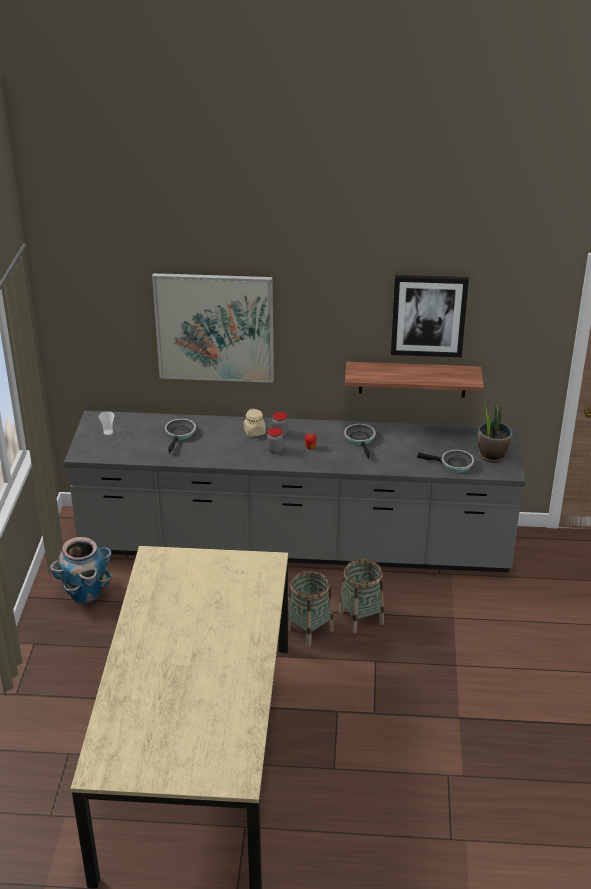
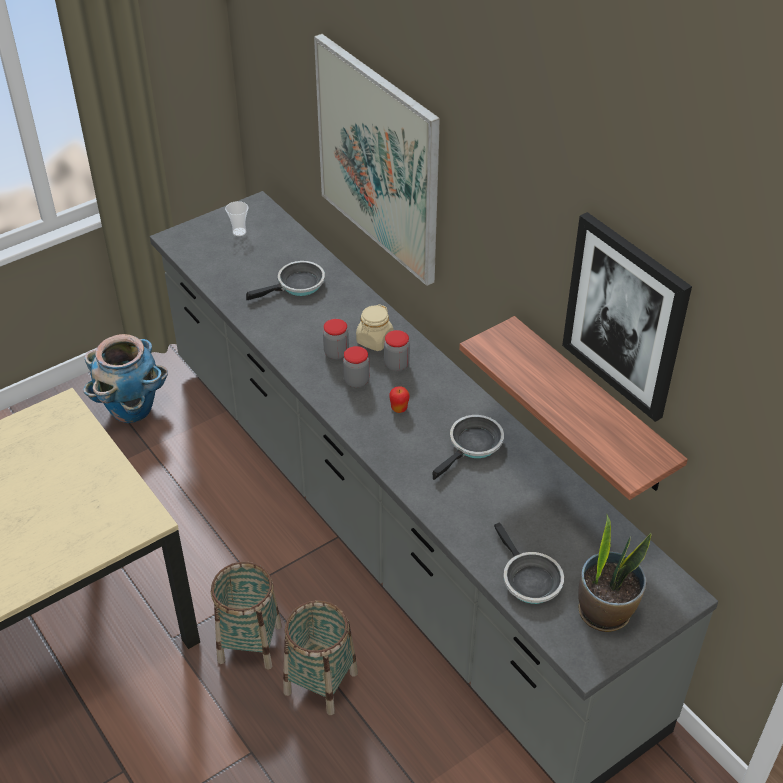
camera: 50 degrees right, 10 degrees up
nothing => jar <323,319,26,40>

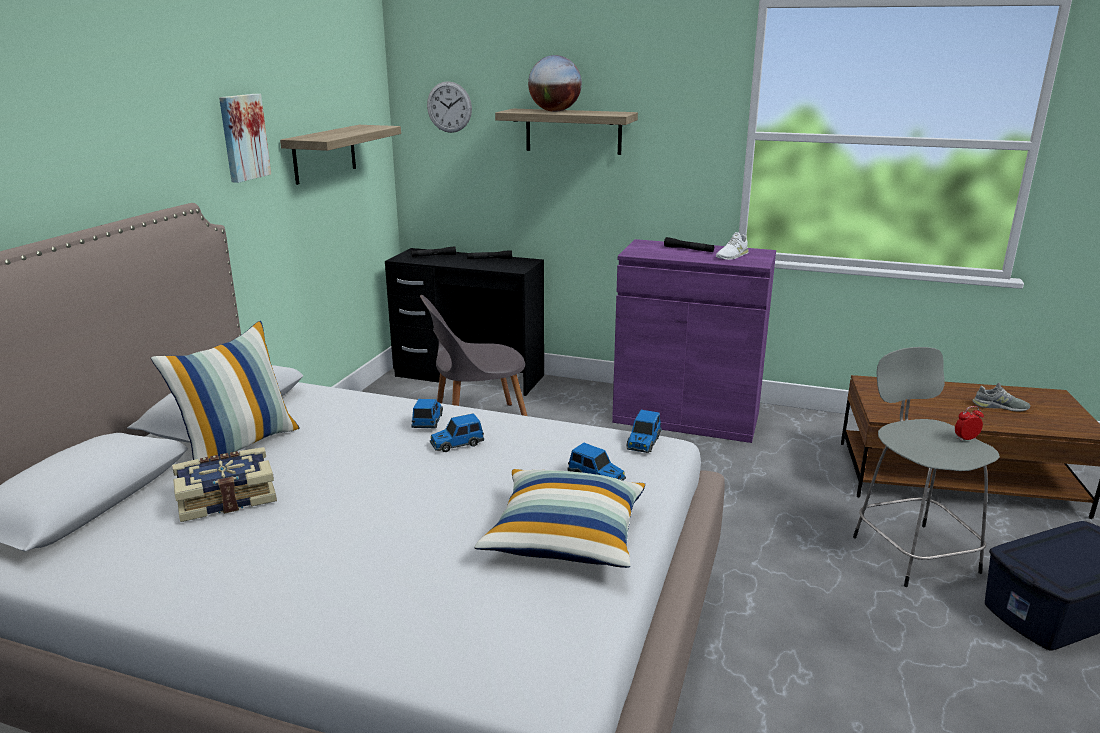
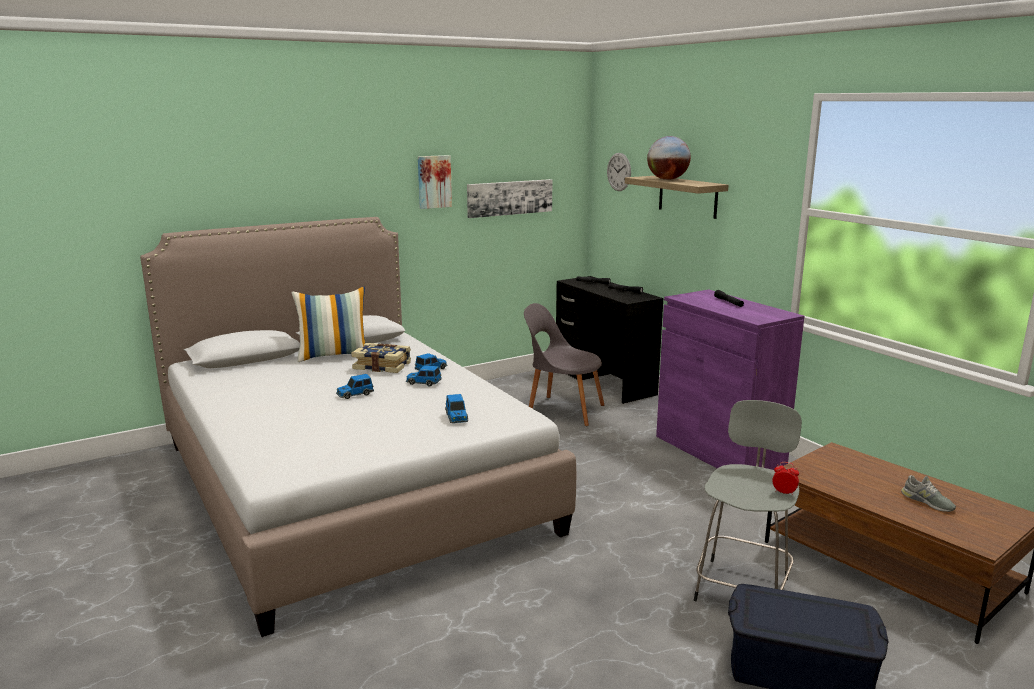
camera: 40 degrees right, 5 degrees down
toy car <626,410,36,43> => toy car <336,374,38,25>, relocated
book <172,447,105,75> => book <351,343,60,30>, relocated
shelf <280,125,121,60> => picture <467,179,85,39>
pillow <474,469,171,99> => nothing
white shoe <716,232,33,28> => nothing

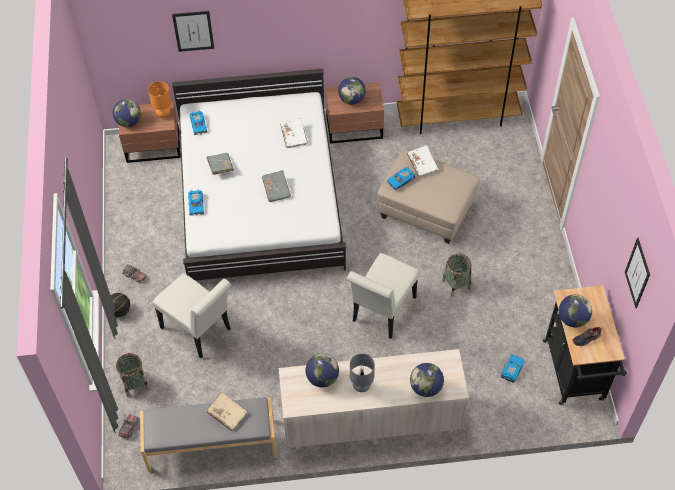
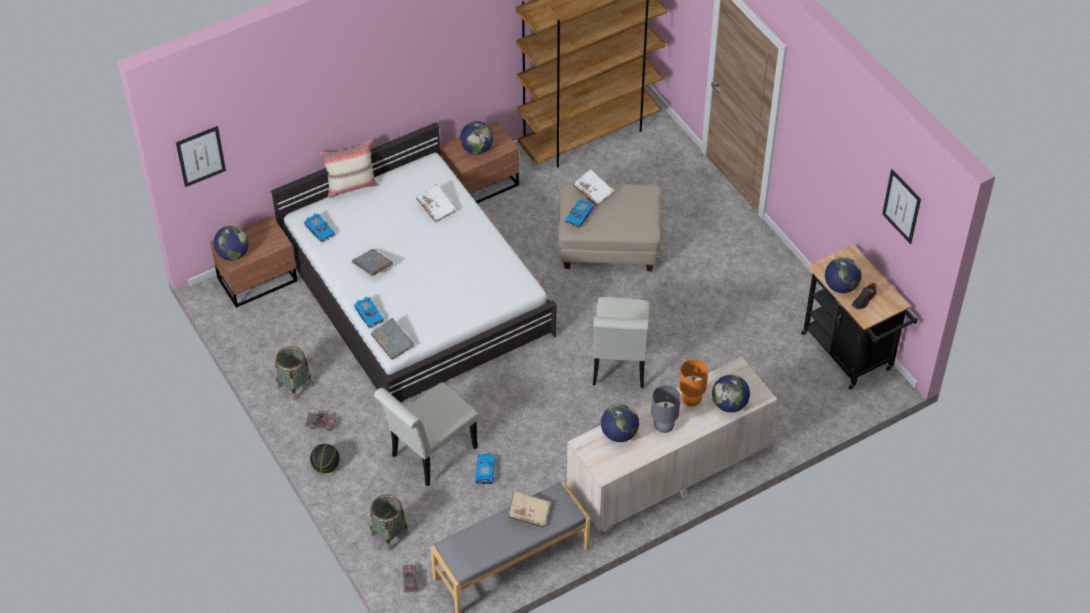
camera: 25 degrees left, 5 degrees down
picture <172,11,42,41> => picture <176,126,50,61>, relocated
basket <442,254,30,43> => basket <275,346,38,54>, relocated
nothing => beige pillow <320,140,59,58>
grey book <262,170,29,32> => grey book <371,318,43,42>, relocated
white chair <152,273,79,85> => white chair <374,382,105,105>, 120 degrees clockwise
toy car <501,355,24,28> => toy car <475,454,20,30>, relocated
orange table lamp <148,81,23,37> => orange table lamp <679,359,29,47>, relocated

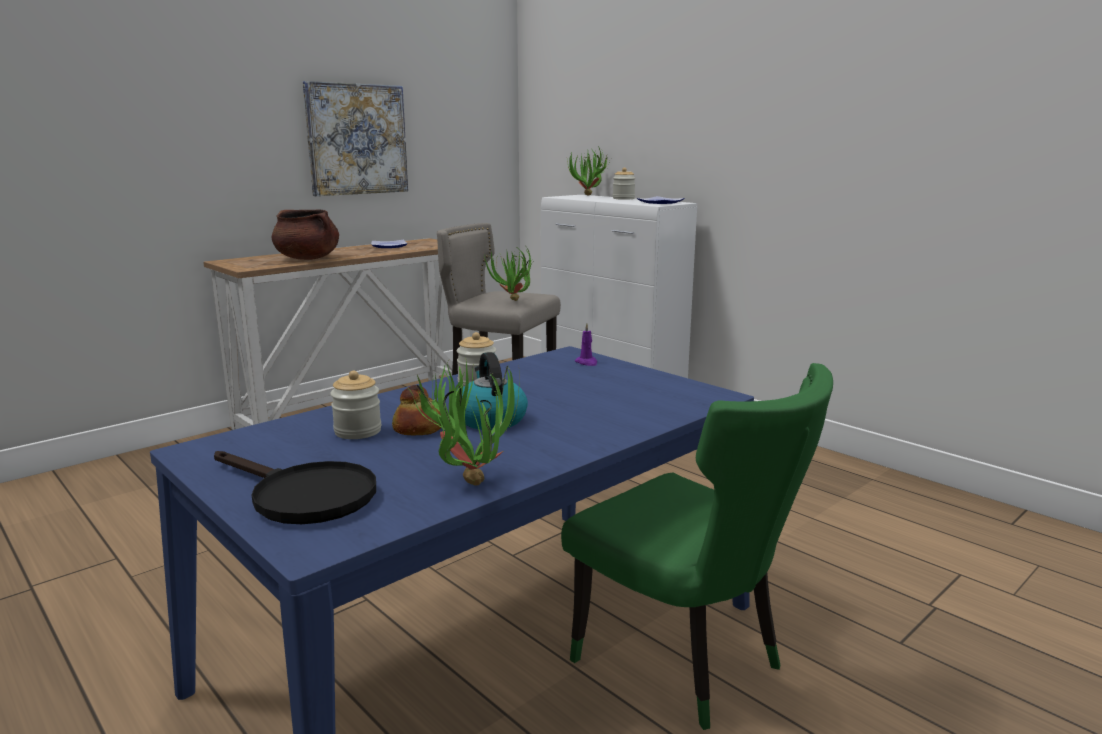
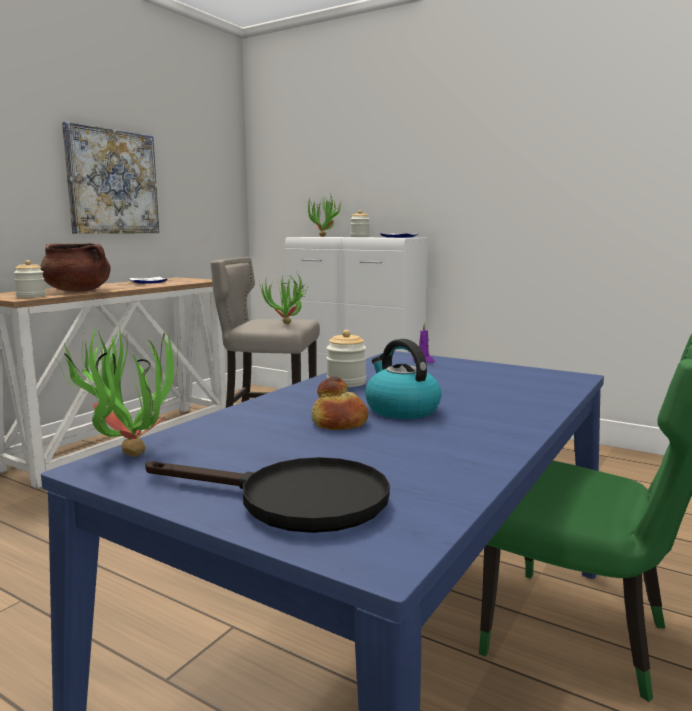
camera: 15 degrees left, 5 degrees down
jar <330,371,52,68> => jar <14,260,32,38>, relocated
potted plant <408,358,112,127> => potted plant <53,324,125,133>, relocated

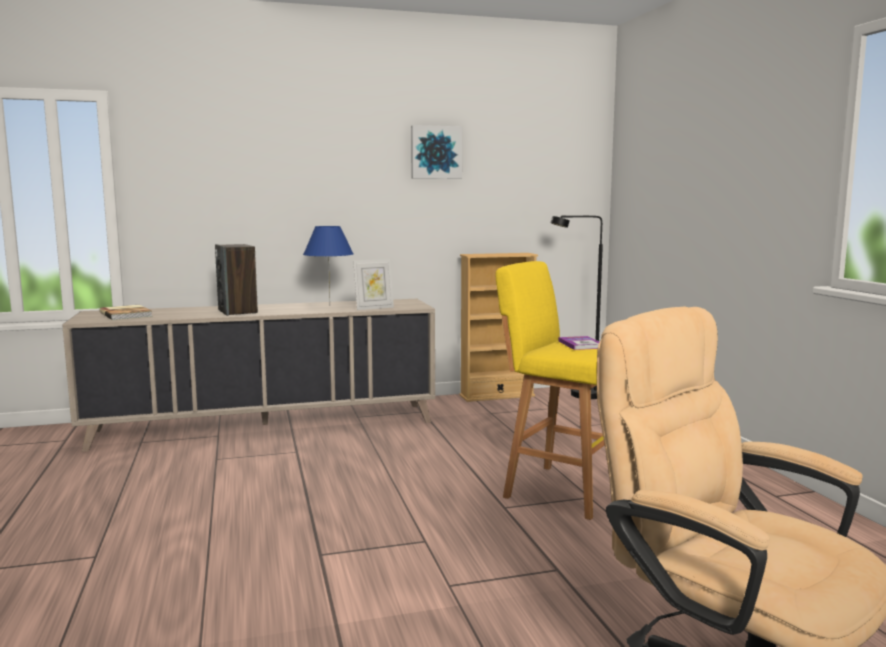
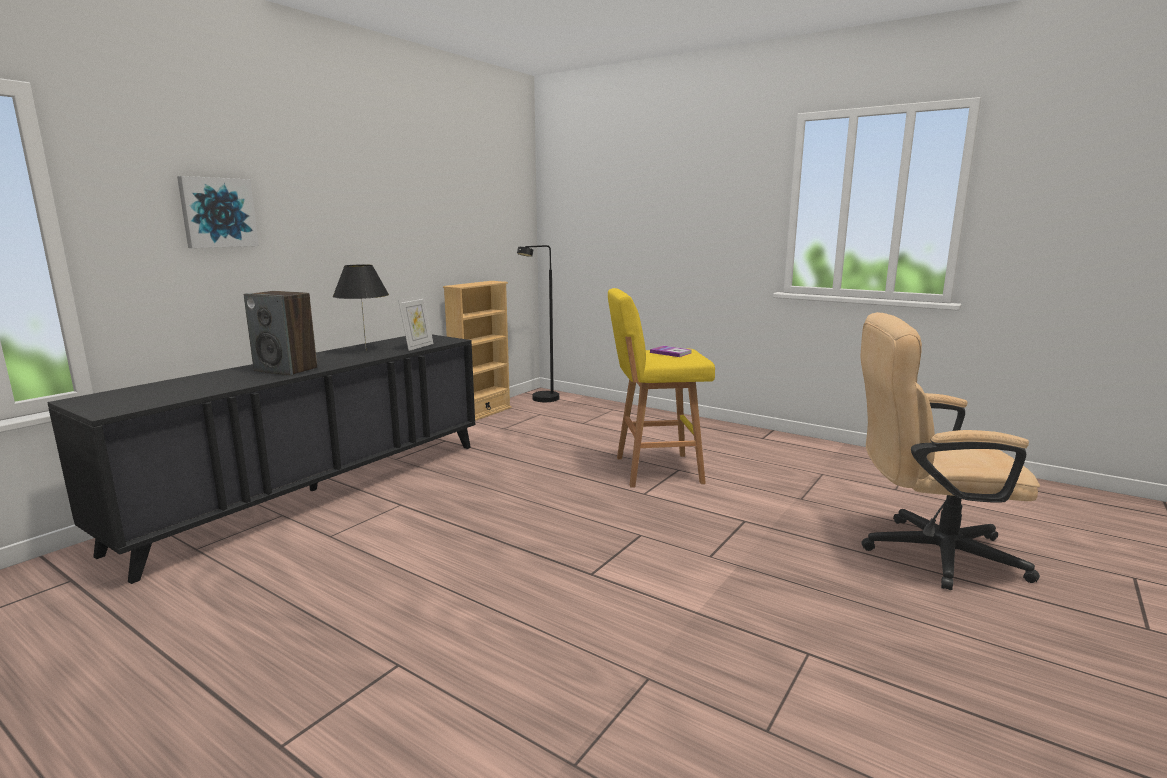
camera: 40 degrees left, 5 degrees up
beige cabinet <62,299,373,153> => black cabinet <47,335,428,249>
picture <411,125,51,54> => picture <177,176,82,72>, relocated
blue table lamp <303,226,51,76> => black table lamp <333,264,56,84>
book <100,305,53,15> => nothing

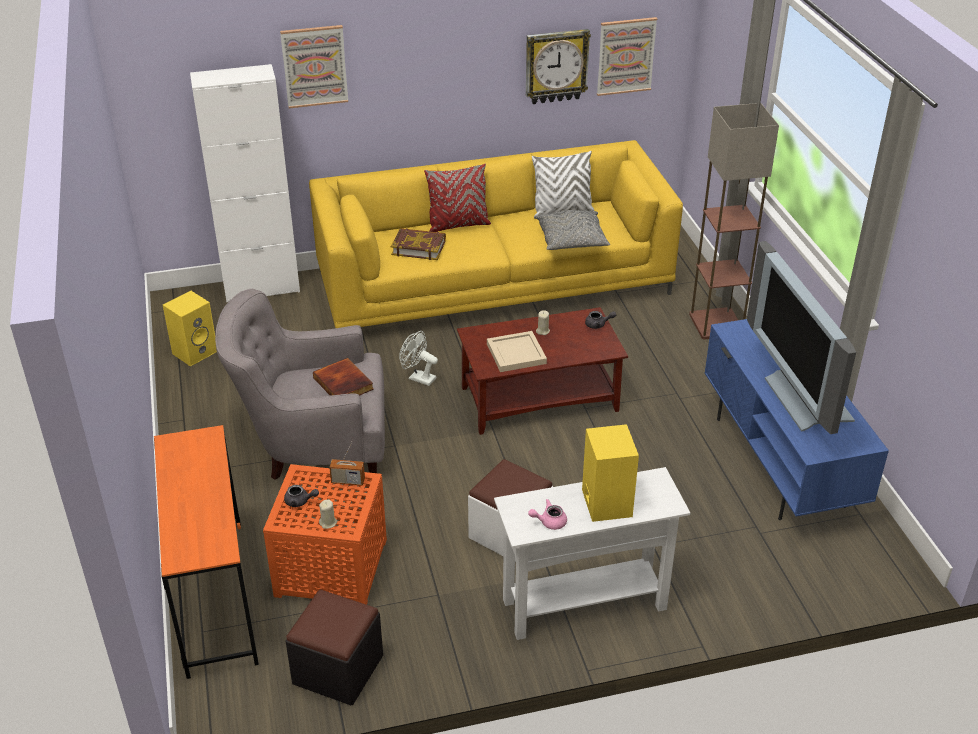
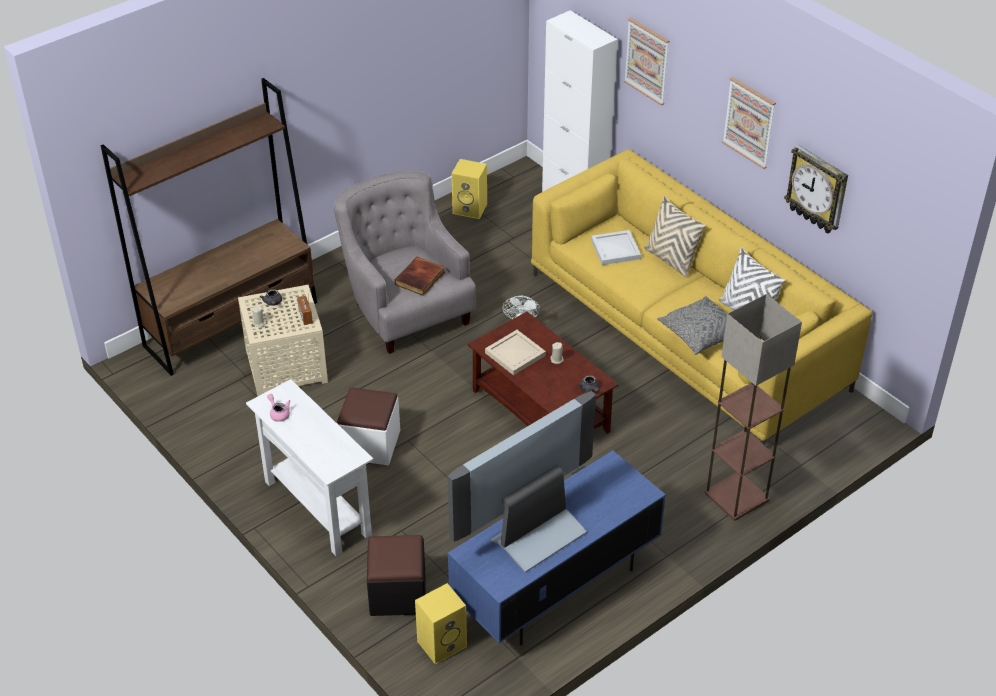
camera: 65 degrees right, 5 degrees up
orange desk <154,425,105,254> => brown bookcase <101,78,216,298>
orange side table <263,464,124,141> => beige side table <238,285,90,111>
black ottoman <285,589,98,116> => black ottoman <367,535,58,81>, relocated
yellow speaker <582,424,57,98> => yellow speaker <415,583,52,81>, relocated
book <391,228,55,32> => white tray <591,230,50,35>
red pillow <424,164,67,68> => beige pillow <644,196,62,81>
picture <597,17,60,79> => picture <722,77,54,92>, relocated

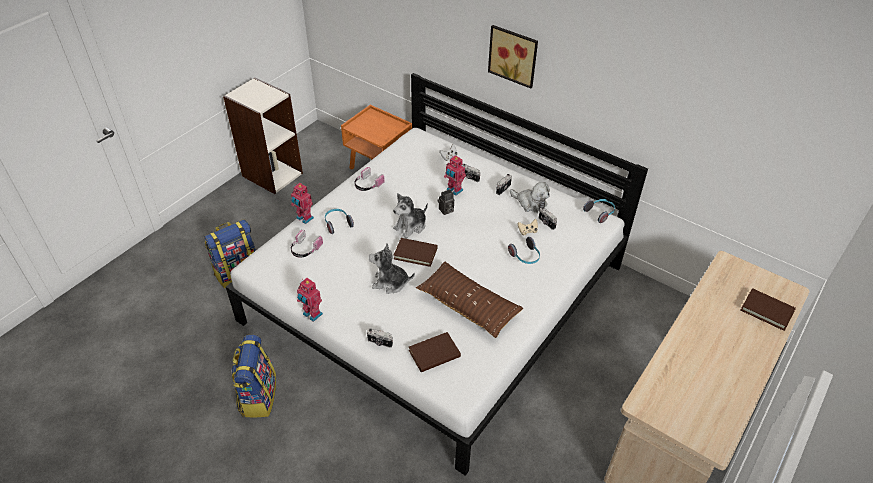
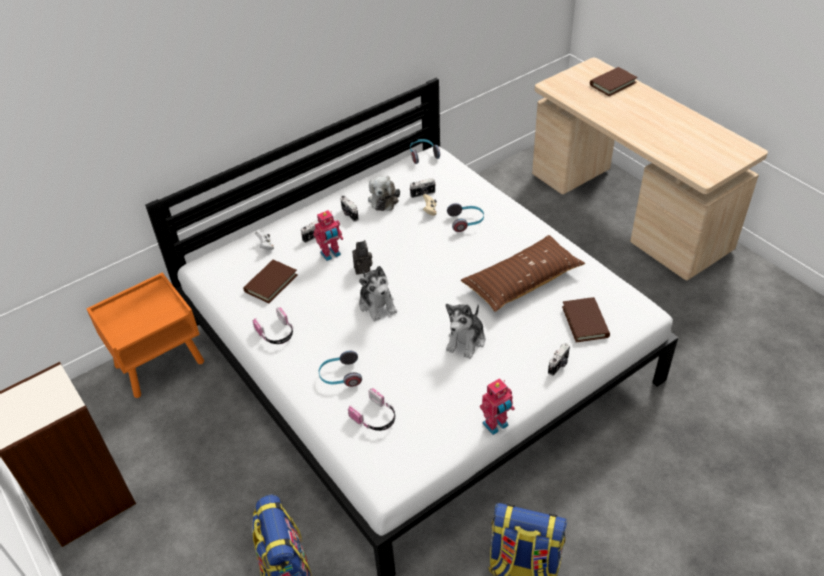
camera: 70 degrees left, 0 degrees up
brown book <393,238,45,29> => brown book <243,260,55,43>, relocated
plush toy <510,182,40,31> => plush toy <368,176,32,35>, 135 degrees clockwise
toy robot <291,183,23,41> => nothing
picture <488,25,50,63> => nothing

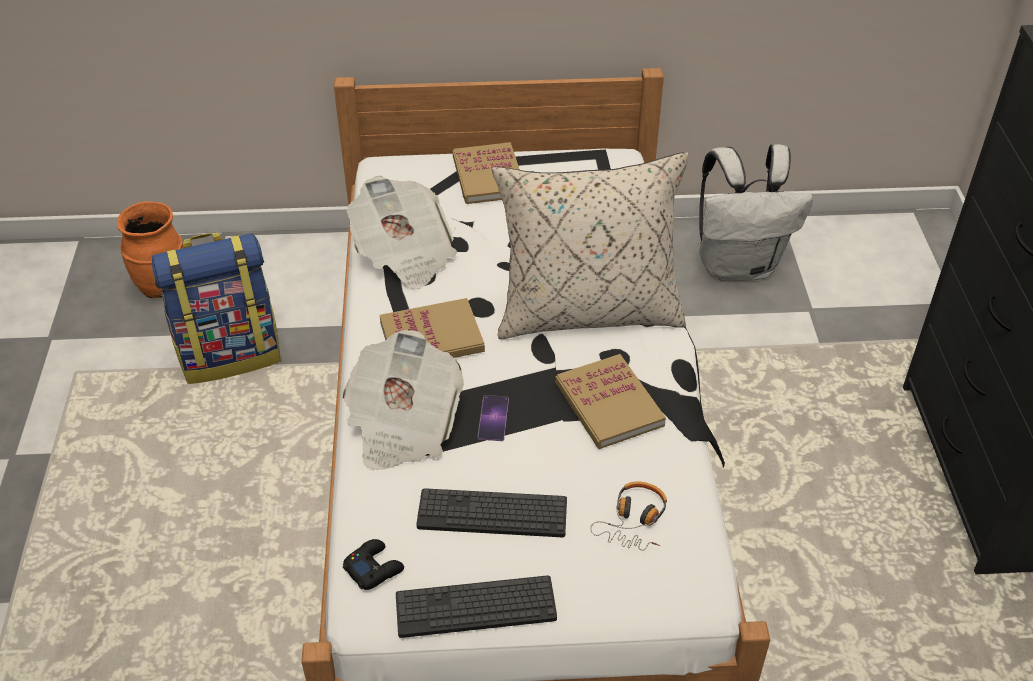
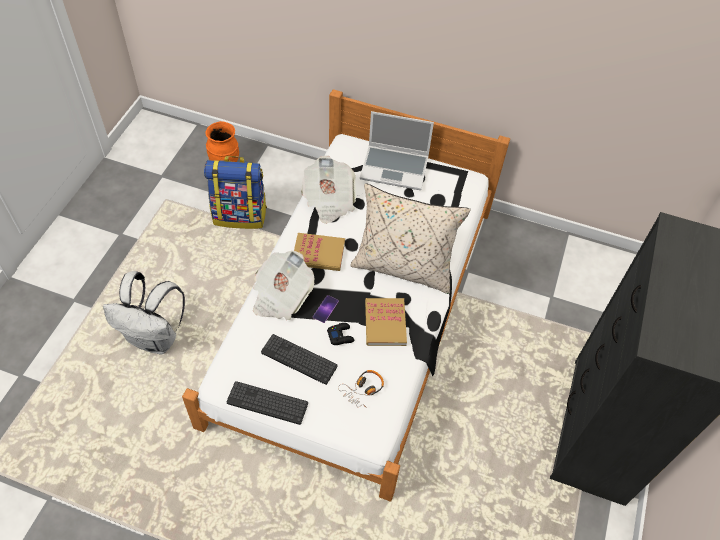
camera: 20 degrees right, 10 degrees up
white backpack <699,144,114,138> => white backpack <103,271,82,83>, relocated
black game controller <342,539,62,51> => black game controller <327,323,27,22>, relocated
book <452,142,68,62> => laptop <360,111,74,79>

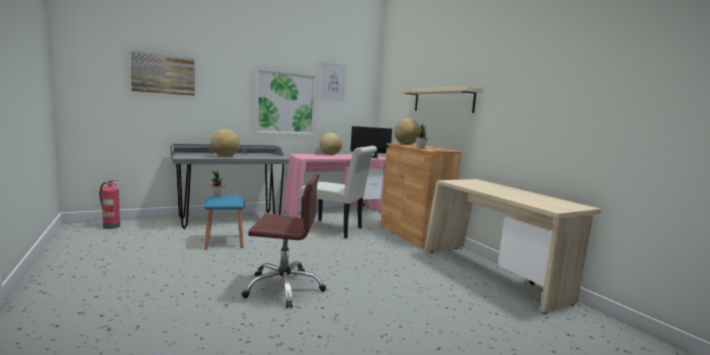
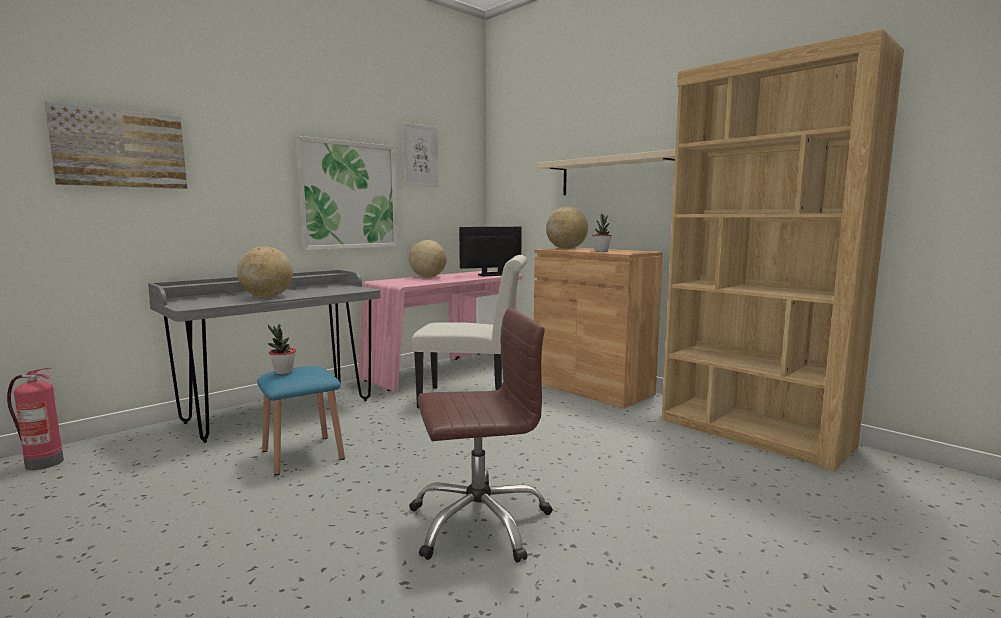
camera: 15 degrees left, 0 degrees up
beige desk <424,179,177,135> => brown bookcase <662,29,242,443>

